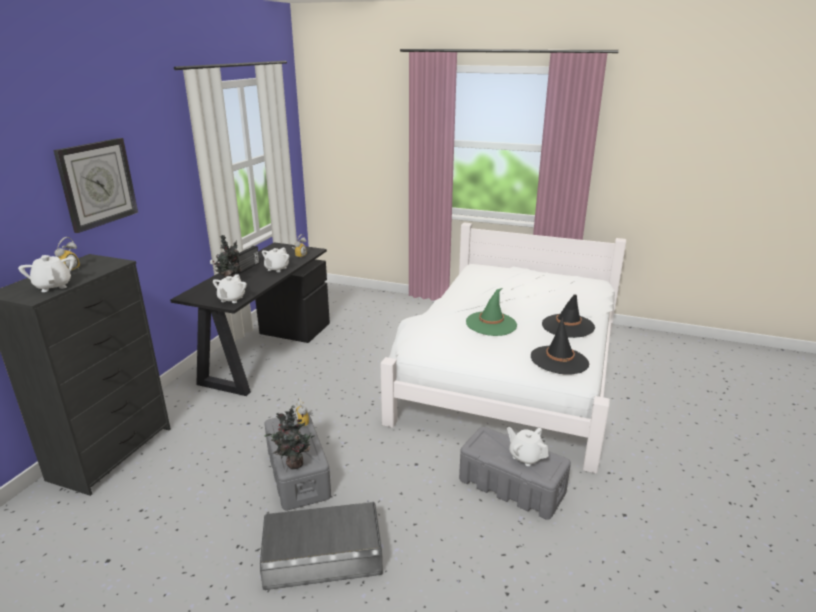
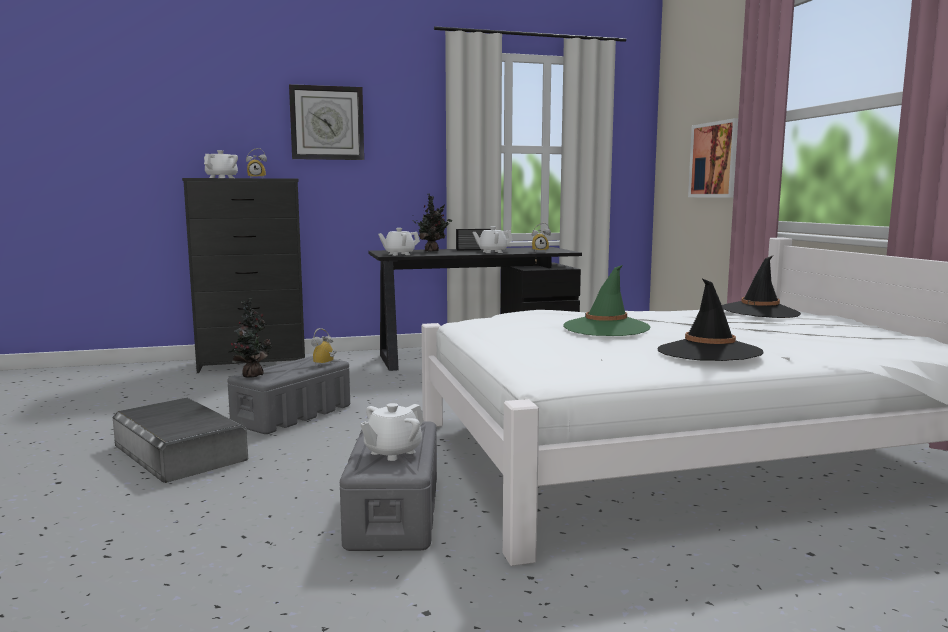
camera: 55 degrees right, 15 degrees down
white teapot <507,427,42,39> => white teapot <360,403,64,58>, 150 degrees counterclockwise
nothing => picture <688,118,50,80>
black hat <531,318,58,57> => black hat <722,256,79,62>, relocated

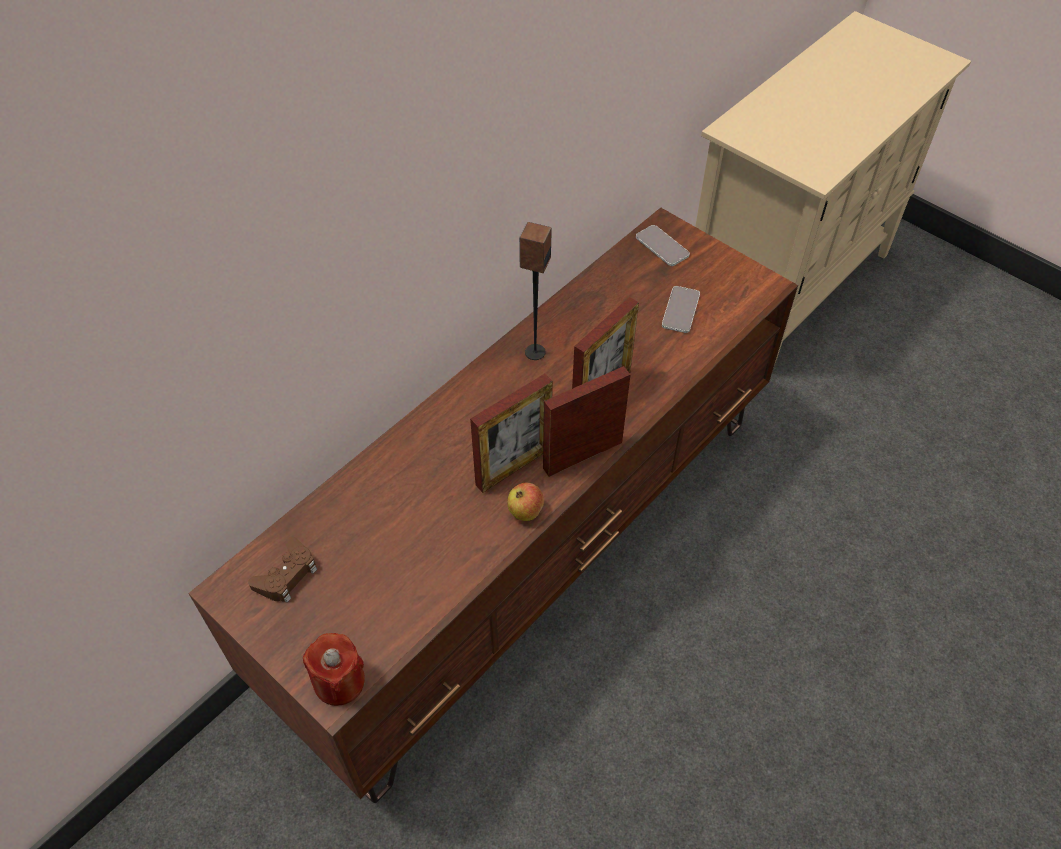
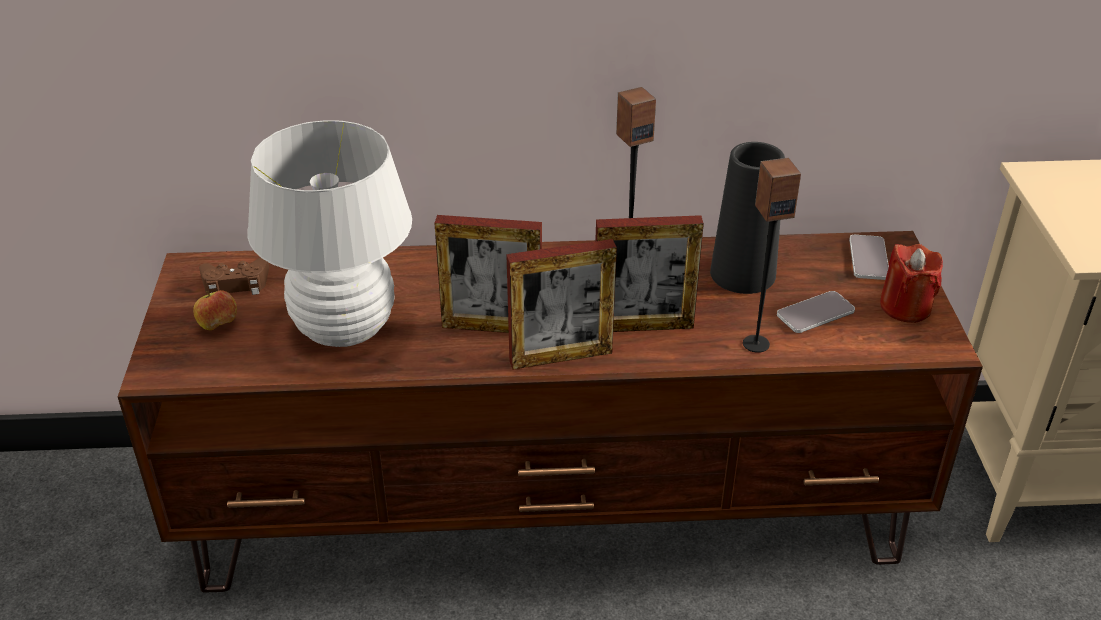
camera: 45 degrees right, 15 degrees down
apple <507,483,37,38> => apple <193,290,44,40>, relocated
nothing => white table lamp <247,120,165,227>
picture frame <543,366,87,111> => picture frame <506,239,111,131>, 150 degrees clockwise
nothing => black vase <710,142,75,152>
nothing => speaker <743,158,58,195>
red candle <303,633,62,73> => red candle <880,244,63,79>, relocated

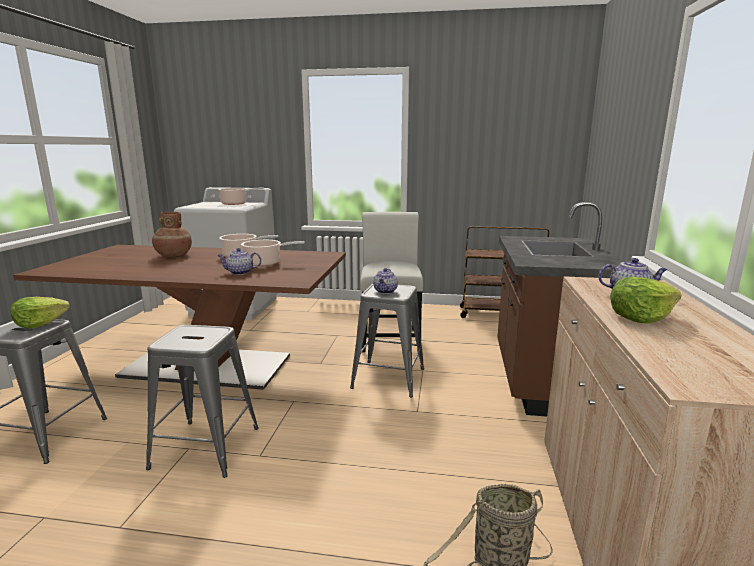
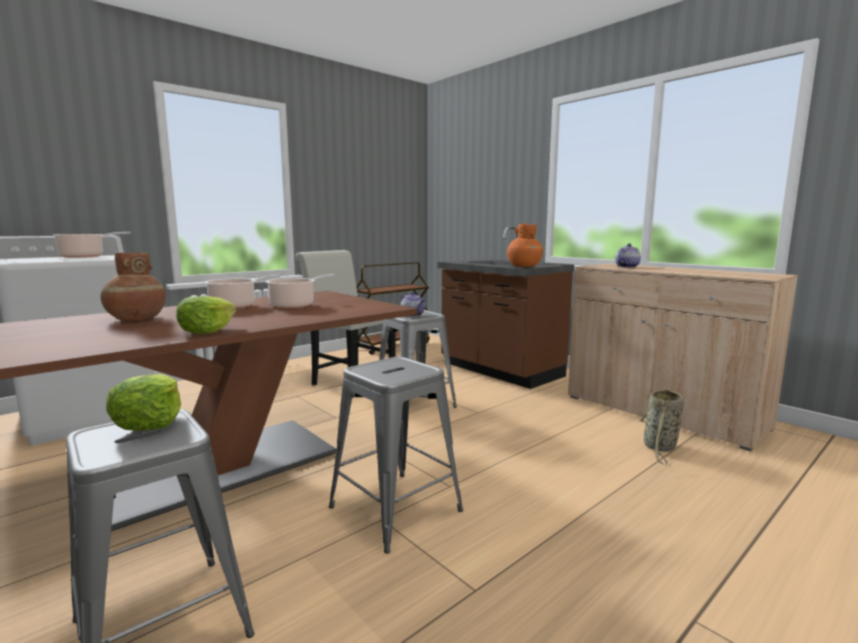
camera: 50 degrees left, 5 degrees down
lettuce <610,277,71,47> => lettuce <176,296,60,38>, relocated
nothing => orange vase <507,224,36,43>
teapot <217,248,44,27> => nothing

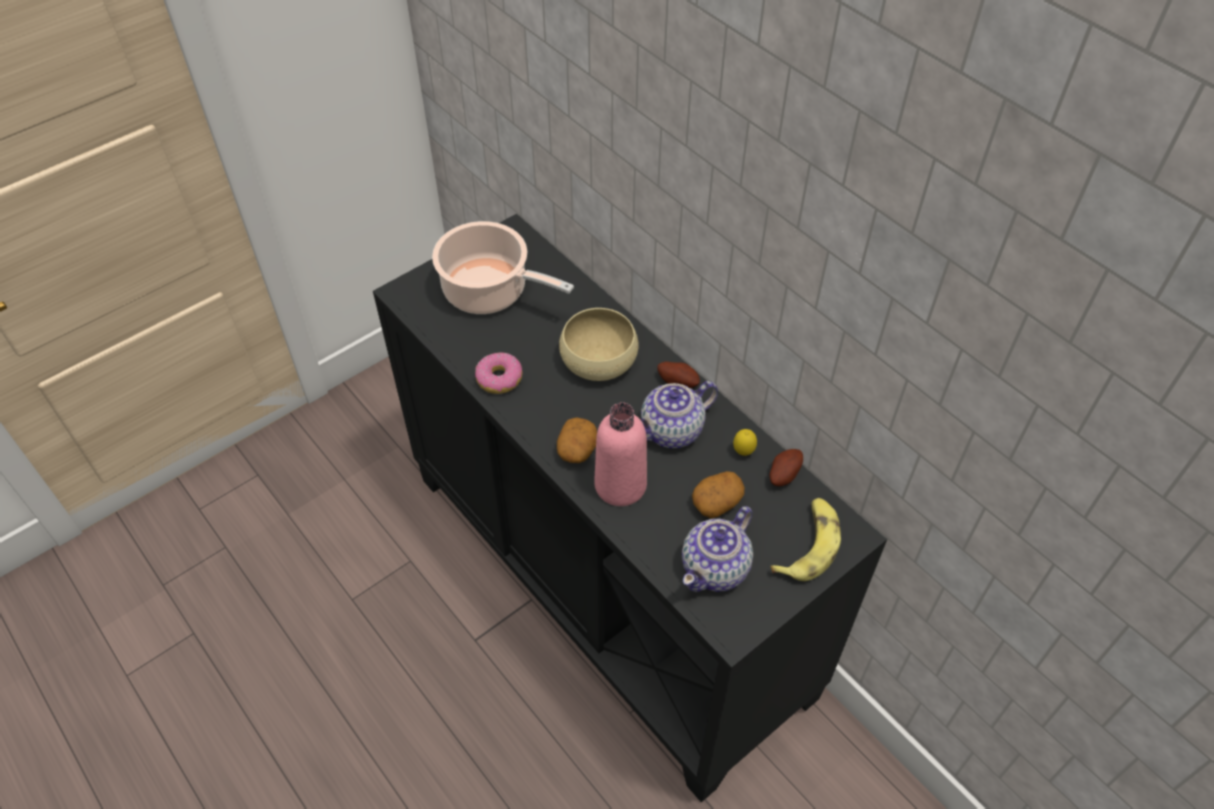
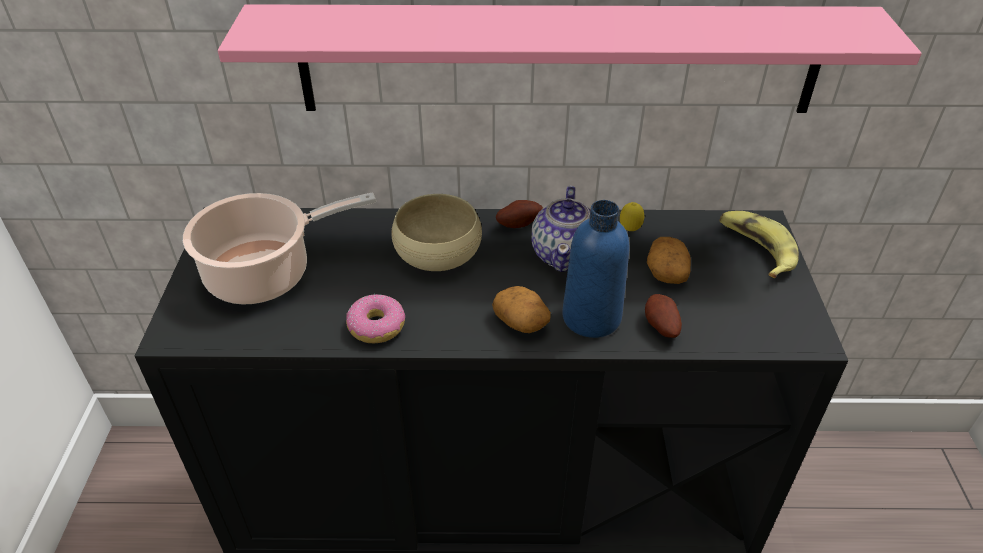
camera: 50 degrees left, 10 degrees down
nothing => pink shelf <218,4,704,109>
pink bottle <594,403,53,103> => blue bottle <562,200,67,138>
potato <769,449,34,37> => potato <645,294,37,44>, relocated
teapot <682,506,71,86> => nothing

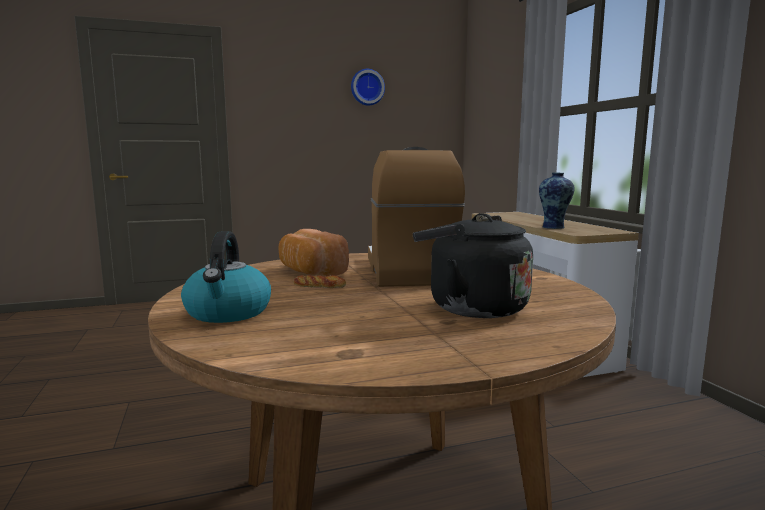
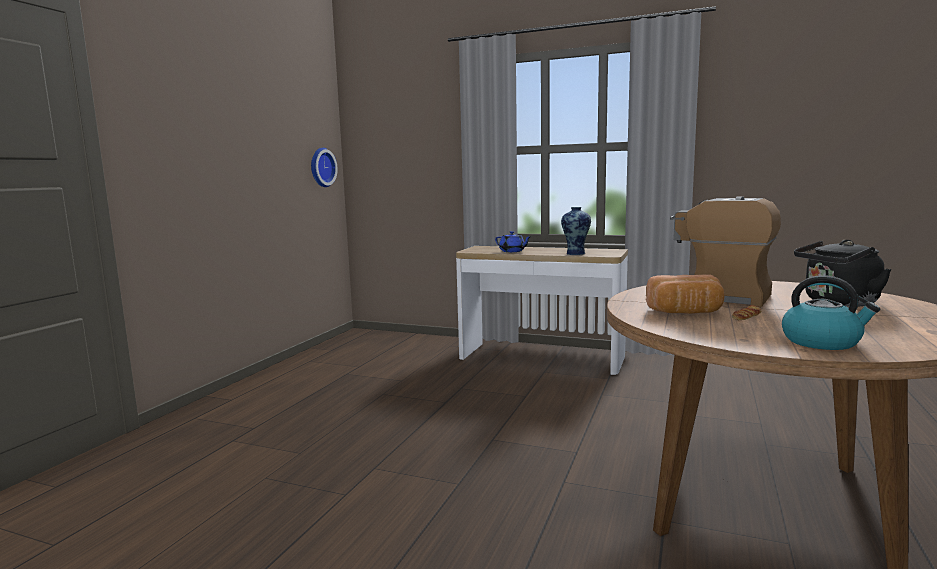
camera: 50 degrees left, 0 degrees up
wall clock <351,69,34,37> => wall clock <311,148,27,39>, relocated
nothing => blue teapot <495,231,37,21>

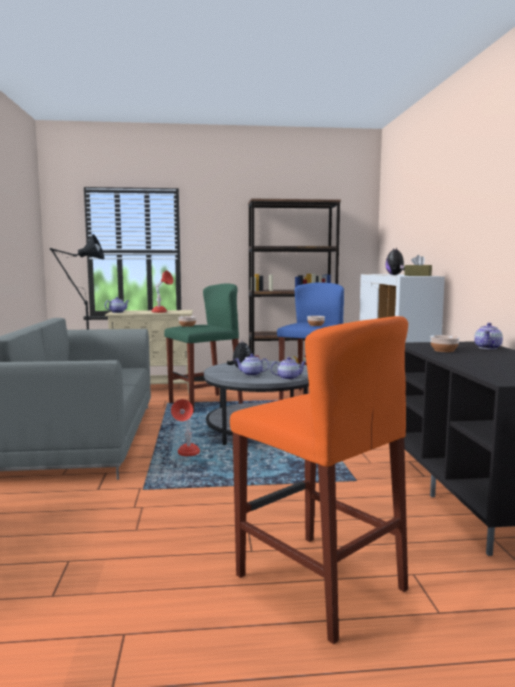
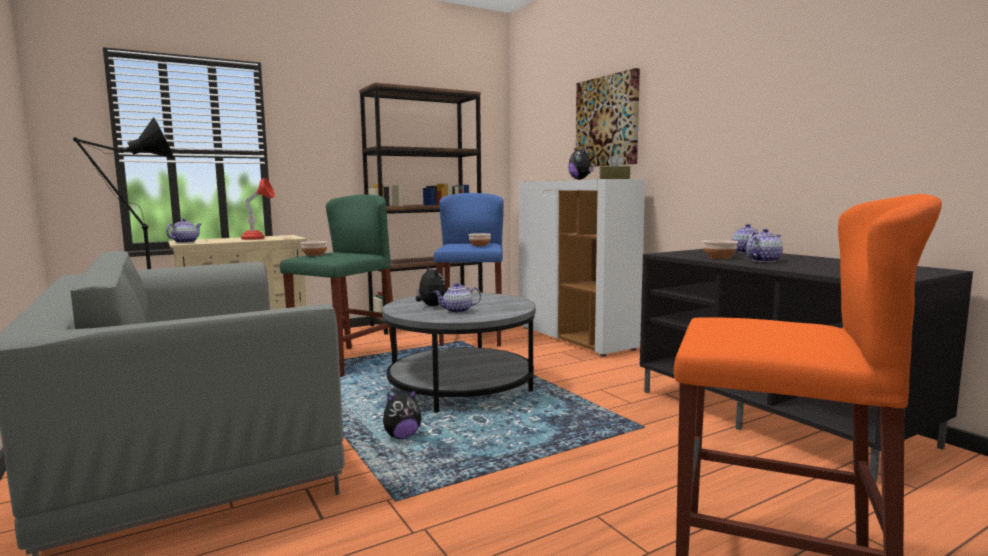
camera: 25 degrees left, 0 degrees up
red table lamp <171,399,29,57> => plush toy <383,389,38,50>
nothing => picture <576,68,64,99>
teapot <271,357,35,23> => teapot <746,229,37,33>, relocated

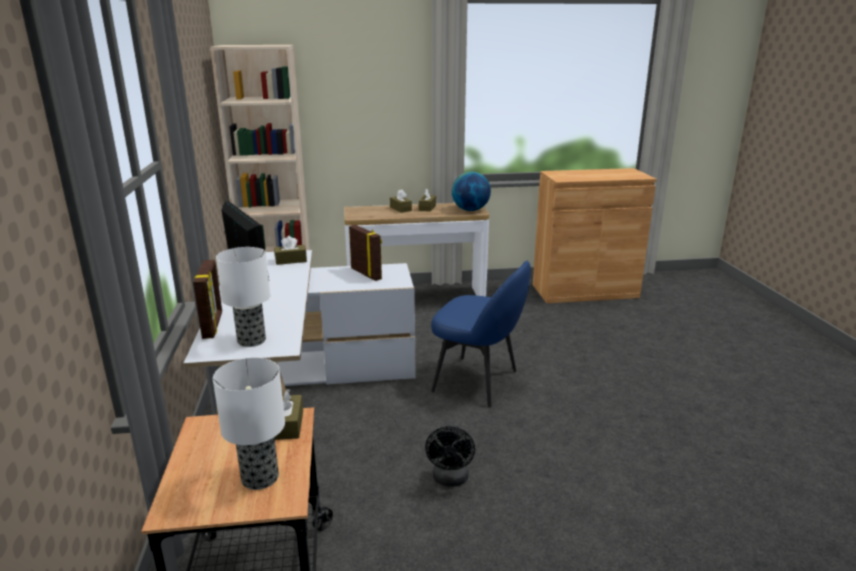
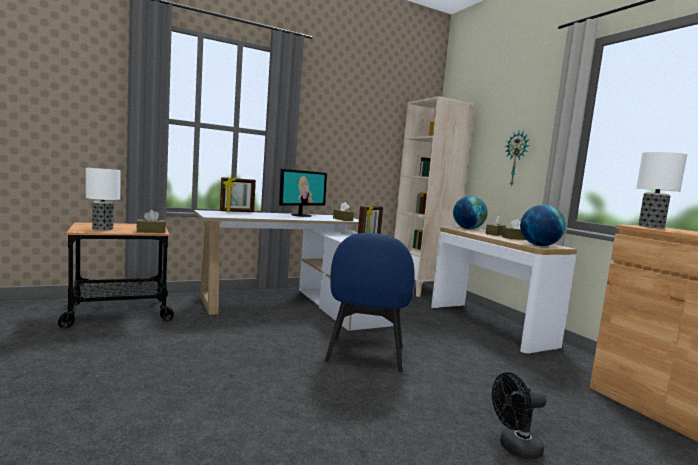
camera: 70 degrees right, 15 degrees down
nothing => globe <453,196,35,33>
black fan <425,423,50,64> => black fan <492,372,54,87>, relocated
nothing => wall clock <505,131,25,56>
table lamp <216,247,54,100> => table lamp <636,152,51,77>, relocated

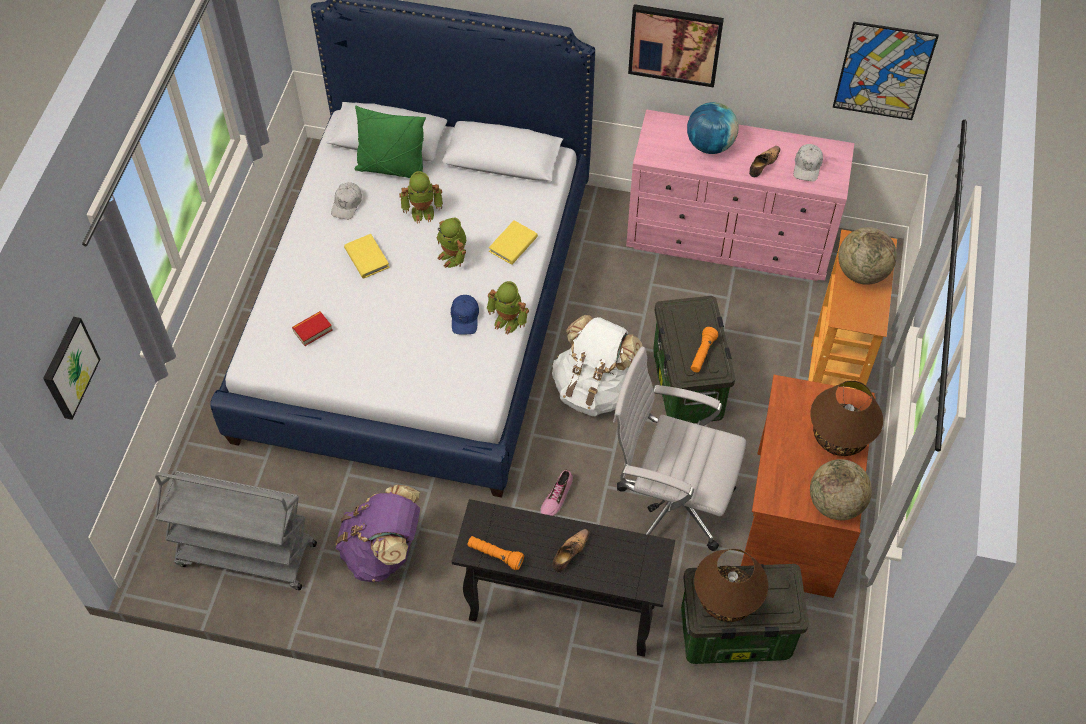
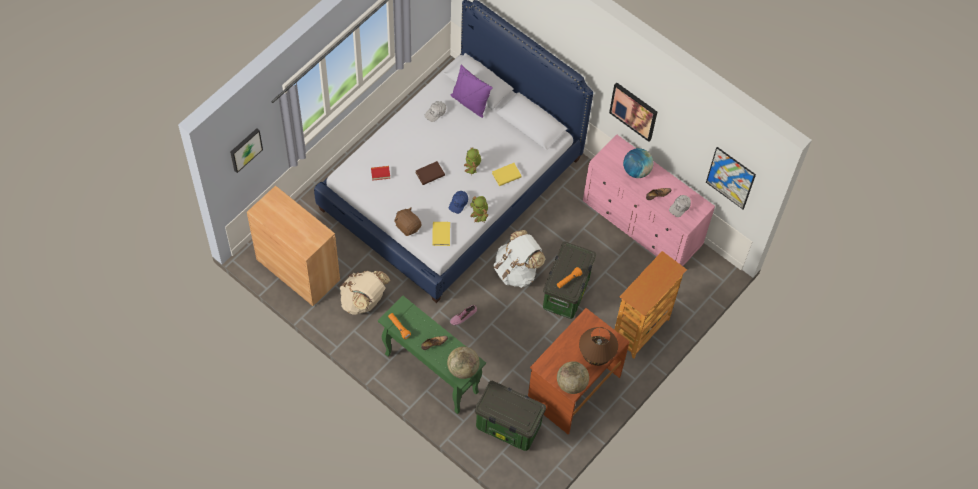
camera: 25 degrees right, 5 degrees up
grey cart <155,471,162,119> => brown cabinet <247,186,93,120>
purple backpack <336,485,84,97> => beige backpack <339,271,52,44>
black console table <452,499,223,158> => green console table <378,296,108,118>
nothing => brown plush toy <394,207,28,29>
nothing => brown book <415,161,30,24>
yellow book <344,234,46,45> => yellow book <432,222,18,24>, relocated
globe <838,227,59,58> => globe <447,347,33,32>, relocated
green pillow <355,105,71,73> => purple pillow <451,65,42,53>
toy robot <399,171,44,52> => nothing
white office chair <613,347,133,205> => nothing
brown table lamp <694,549,74,73> => nothing

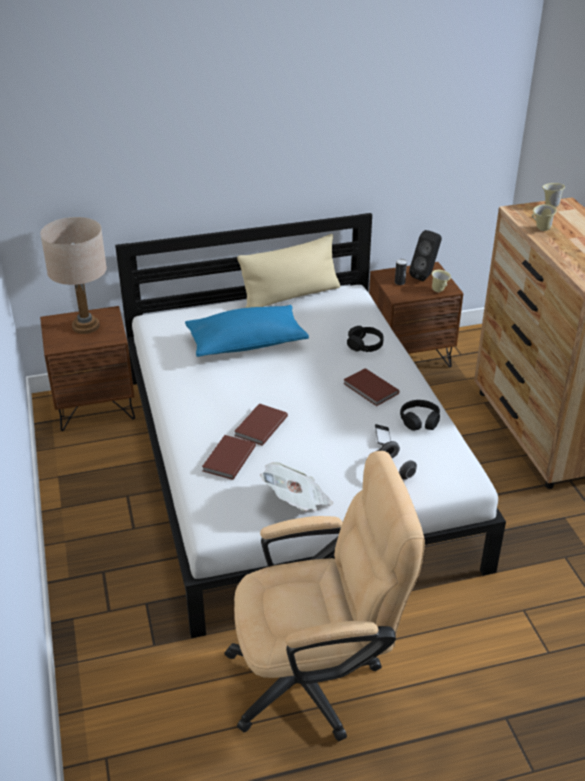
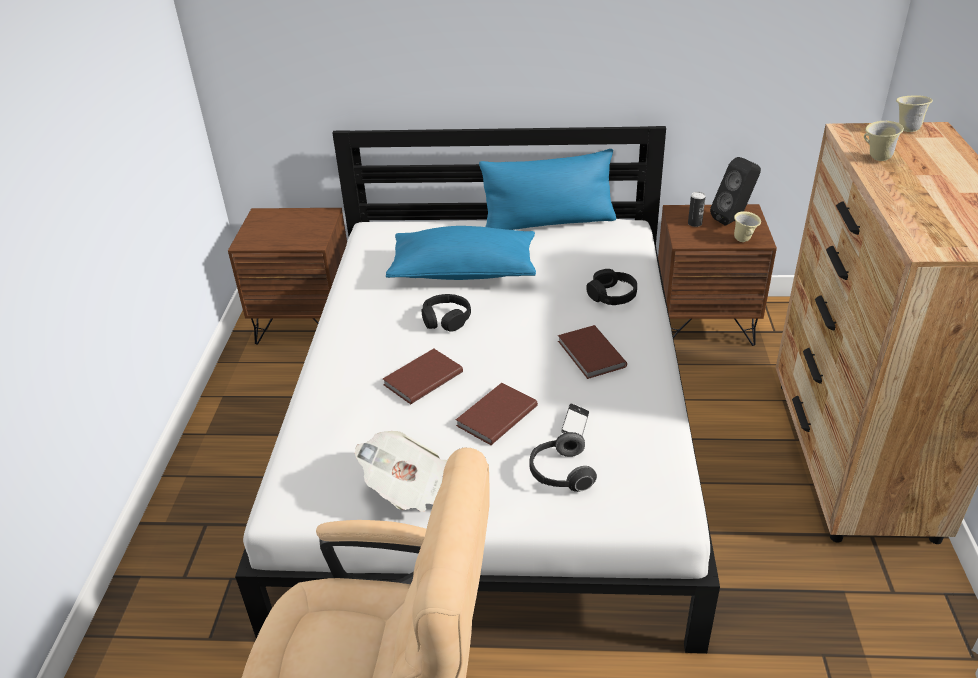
camera: 20 degrees right, 0 degrees up
black headphones <400,400,40,31> => black headphones <421,294,50,38>, relocated
brown book <202,435,54,45> => brown book <456,383,82,62>, relocated
beige pillow <237,234,103,74> => blue pillow <479,149,137,81>
beige table lamp <40,217,67,117> => nothing

